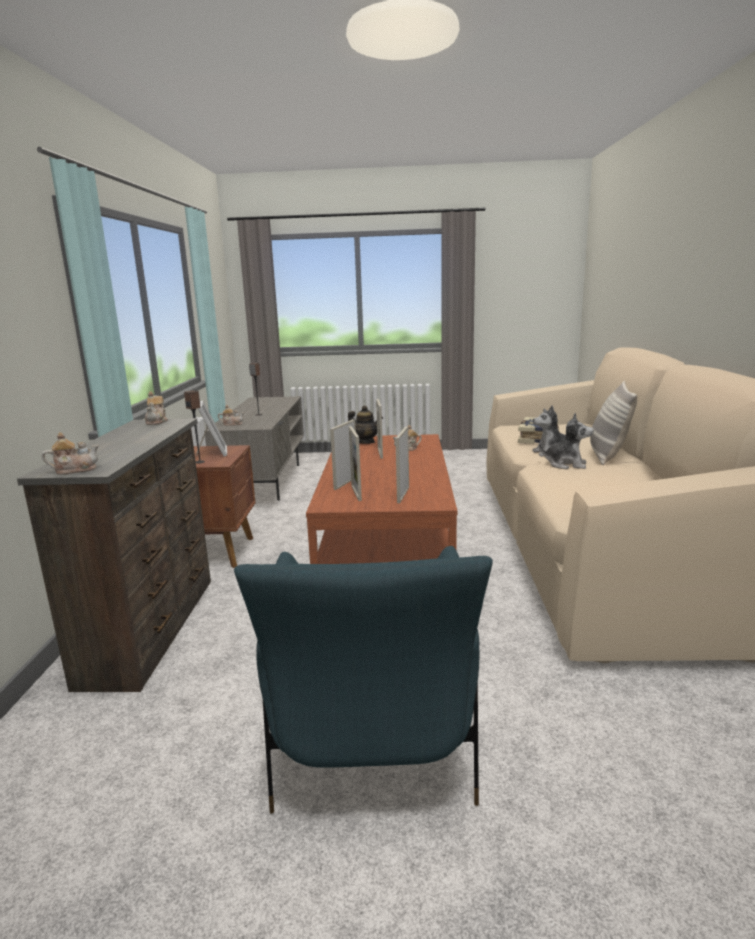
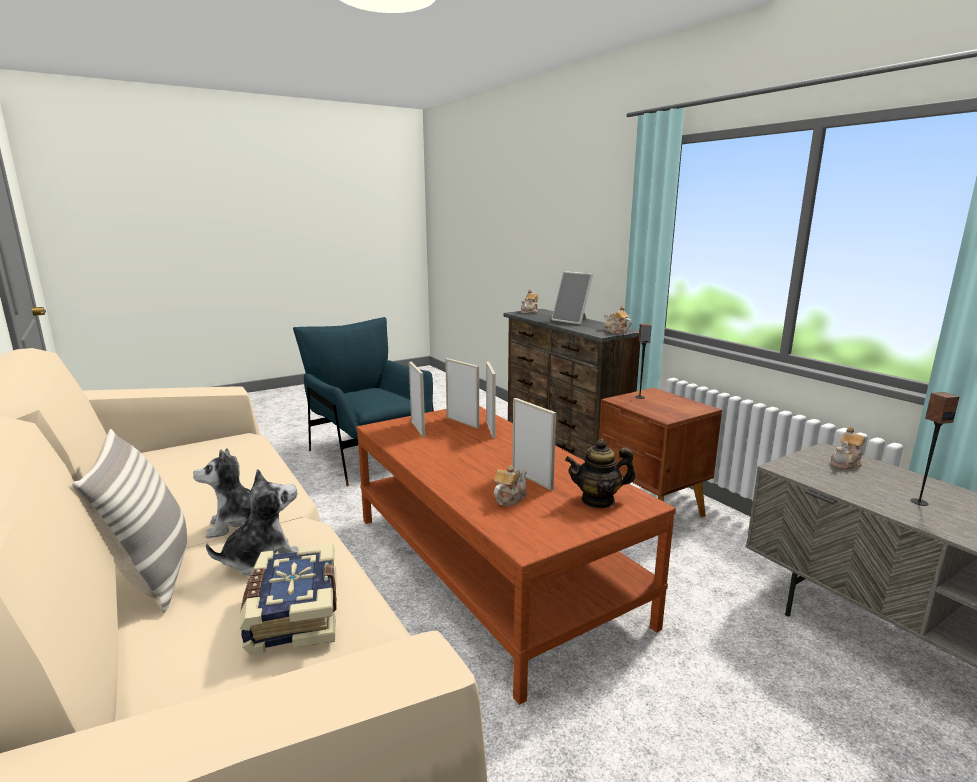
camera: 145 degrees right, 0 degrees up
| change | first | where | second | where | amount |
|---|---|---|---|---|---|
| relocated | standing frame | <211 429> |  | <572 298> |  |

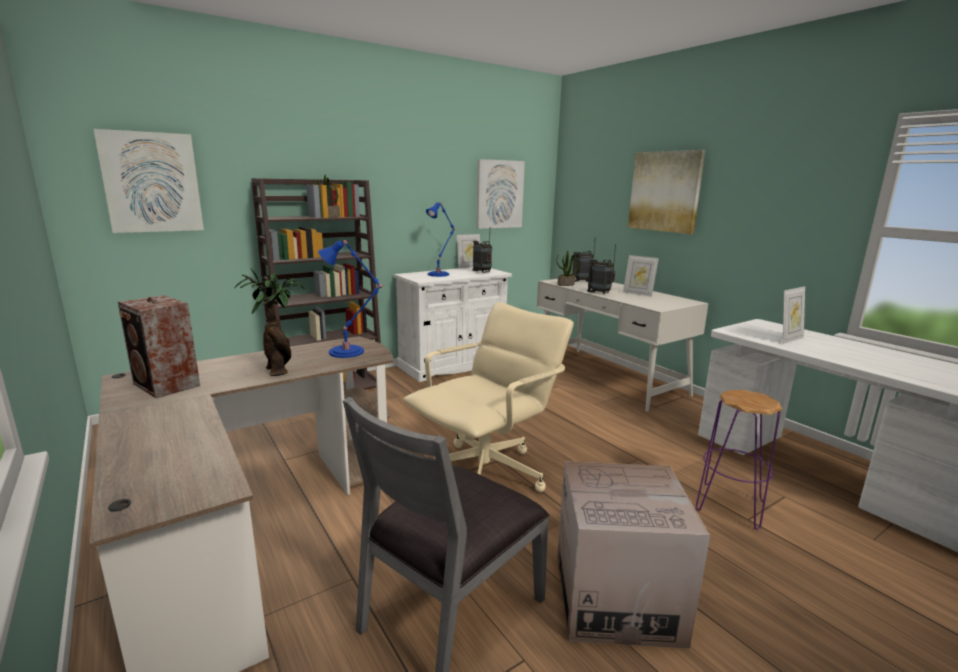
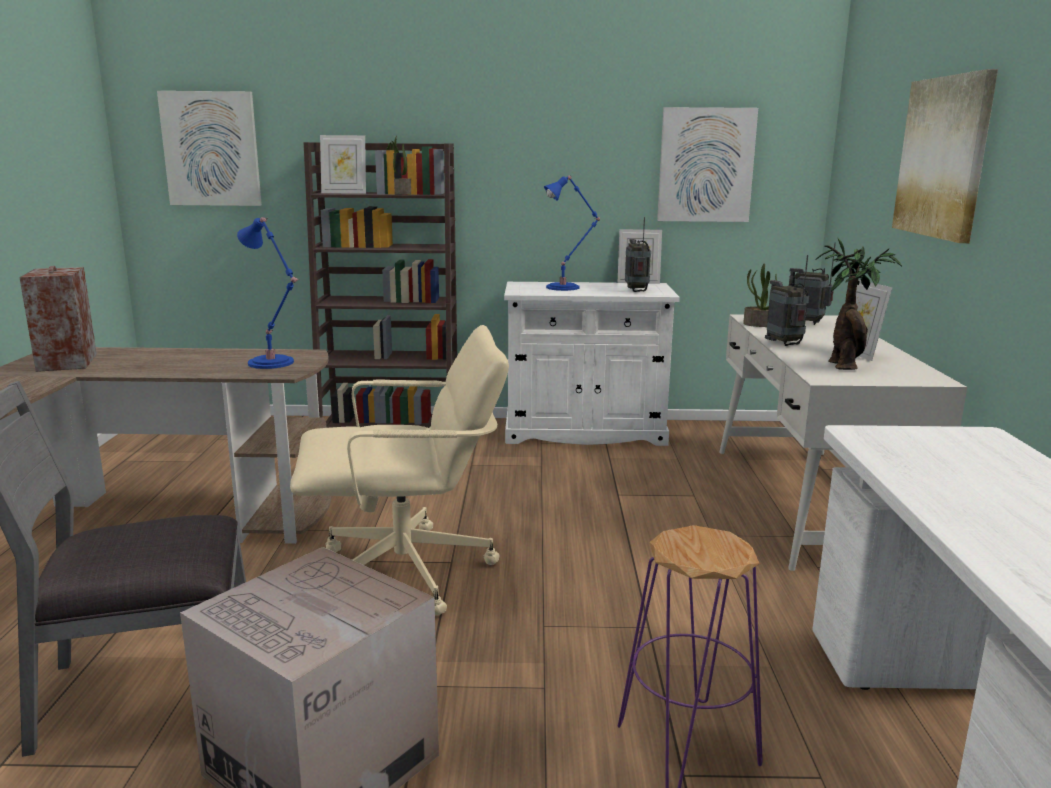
camera: 35 degrees right, 0 degrees up
| change | first | where | second | where | amount |
|---|---|---|---|---|---|
| relocated | houseplant | <269 322> |  | <858 304> |  |
| relocated | standing frame | <794 315> |  | <343 164> |  |

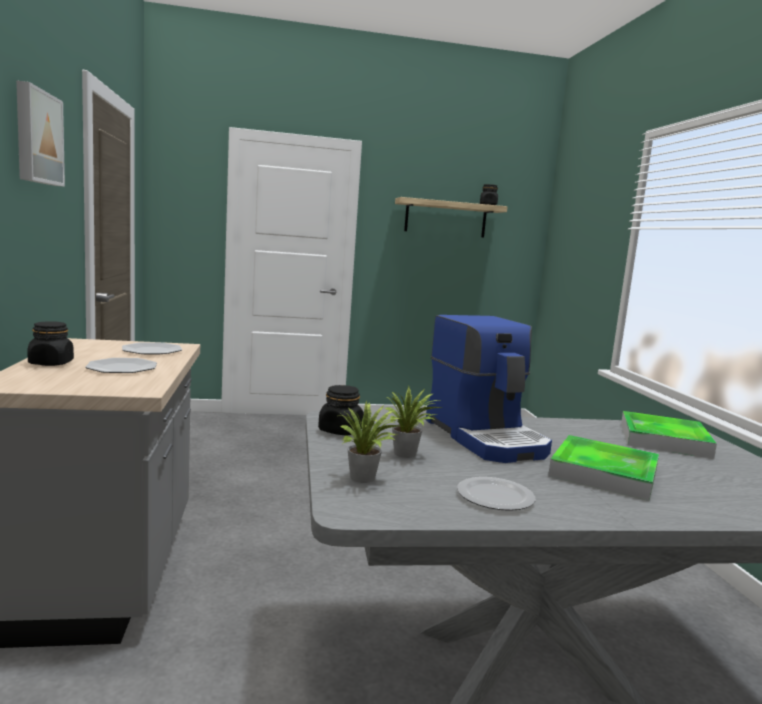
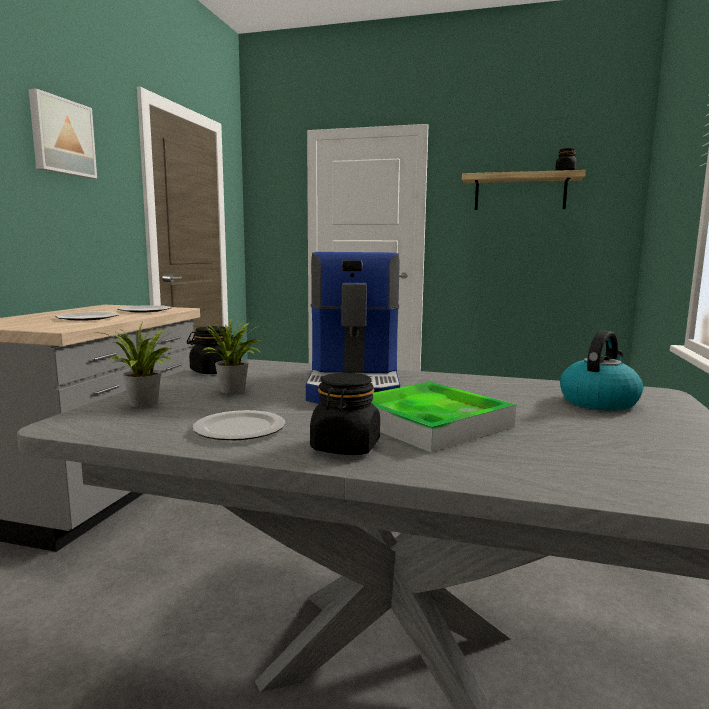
camera: 25 degrees right, 0 degrees up
| change | first | where | second | where | amount |
|---|---|---|---|---|---|
| relocated | storage jar/black | <50 343> |  | <345 414> |  |
| exchanged | serving tray | <669 435> | tea kettle | <601 371> |  |

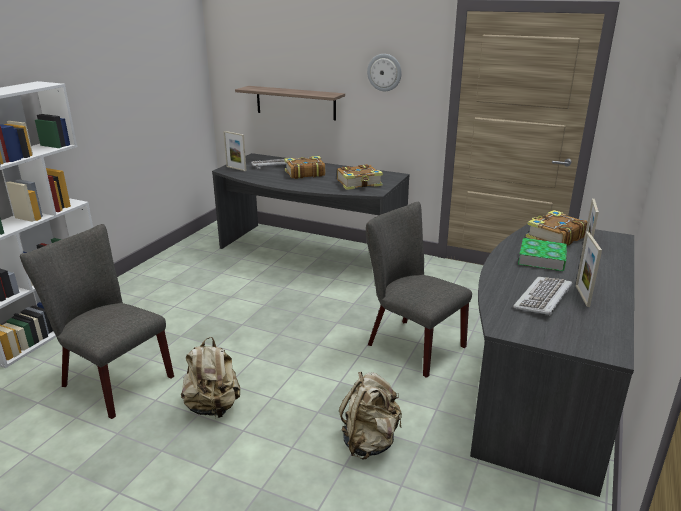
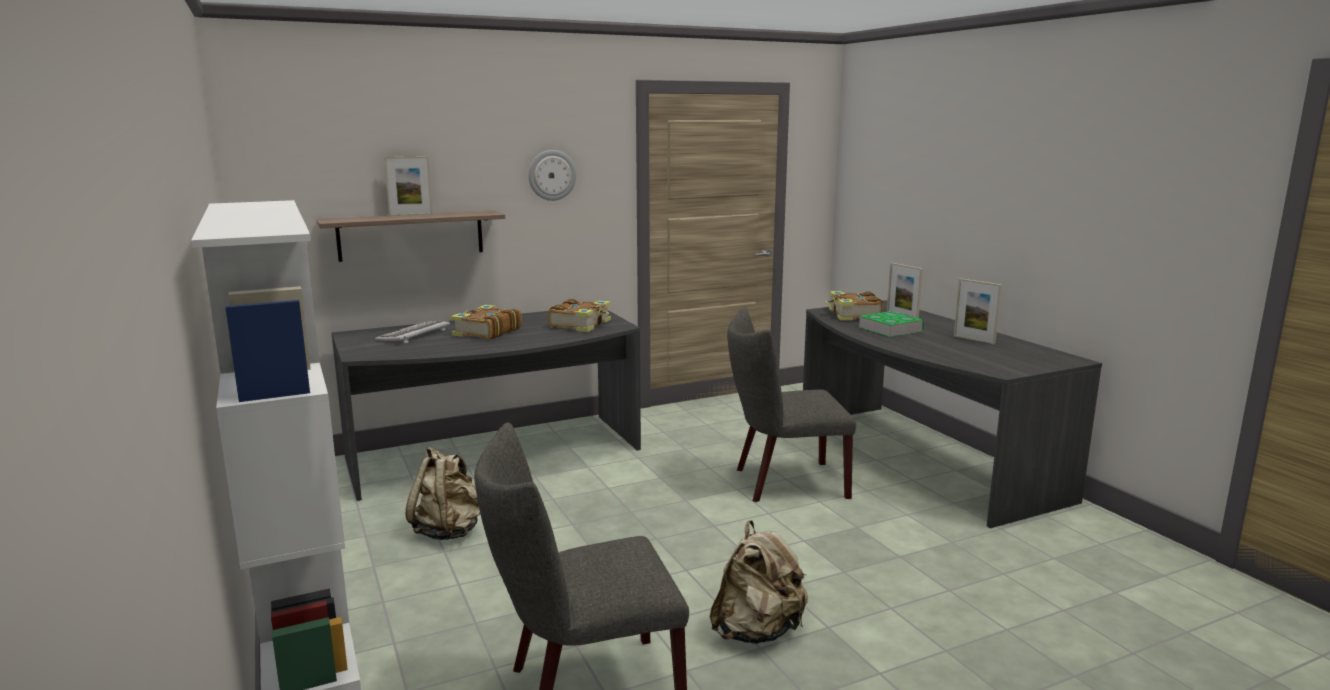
camera: 50 degrees left, 10 degrees down
| change | first | where | second | where | amount |
|---|---|---|---|---|---|
| missing | PC keyboard | <542 296> |  |  |  |
| relocated | standing frame | <235 151> |  | <408 186> |  |
| relocated | backpack/beige | <370 415> |  | <443 493> |  |

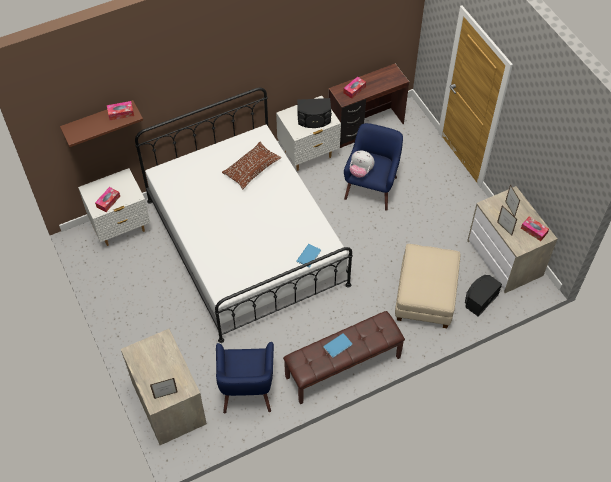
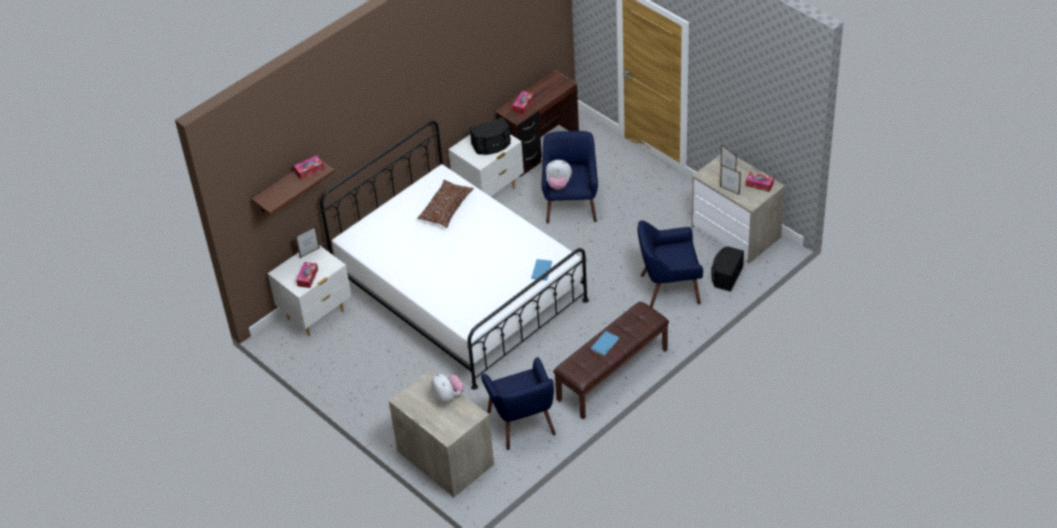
camera: 15 degrees left, 10 degrees down
| change | first | where | second | where | amount |
|---|---|---|---|---|---|
| appeared |  |  | soft toy | <447 388> |  |
| relocated | standing frame | <164 388> |  | <307 242> |  |
| exchanged | pouffe/beige | <427 286> | lounge chair/blue | <670 264> |  |

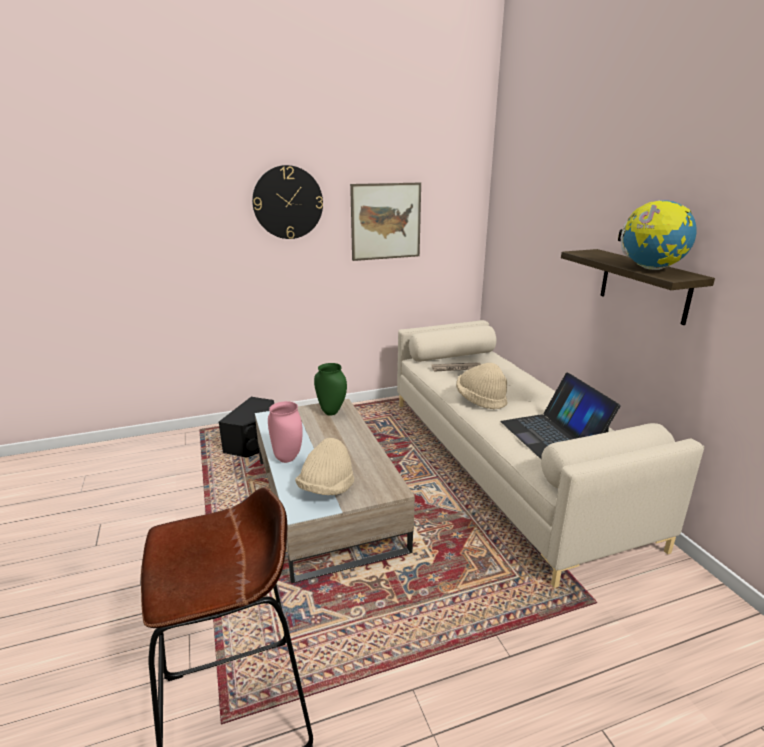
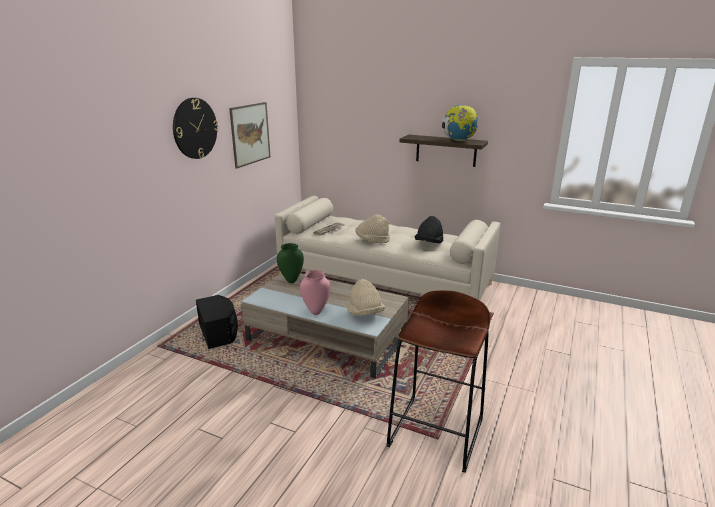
camera: 45 degrees left, 0 degrees up
| change | first | where | second | where | amount |
|---|---|---|---|---|---|
| exchanged | portable computer | <560 416> | hat/black | <429 230> |  |

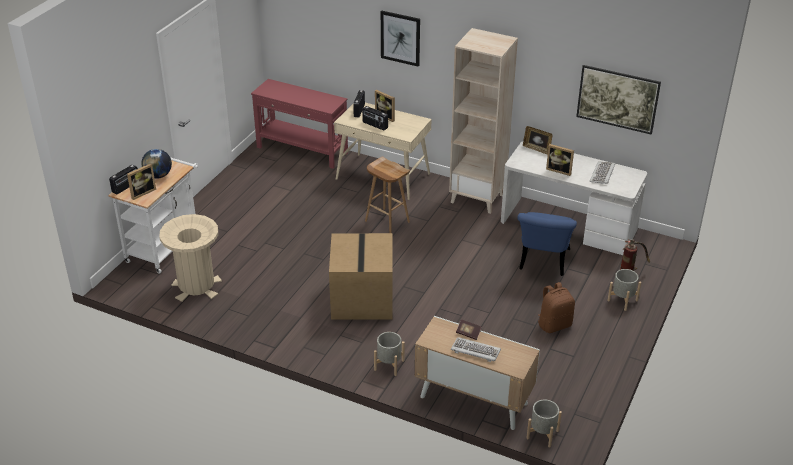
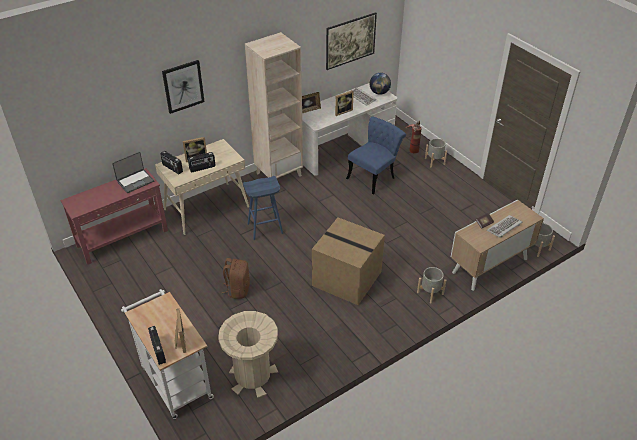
camera: 60 degrees left, 5 degrees up
| change | first | where | second | where | amount |
|---|---|---|---|---|---|
| appeared |  |  | portable computer | <133 172> |  |
| relocated | desk globe | <156 164> |  | <380 84> |  |
| relocated | backpack/brown-coloured | <556 307> |  | <235 278> |  |
| colour | stool/brown-coloured | <387 195> | stool/blue | <263 208> |  |
| spun | plain chair/blue | <547 244> |  | <376 156> | 90 degrees counterclockwise |

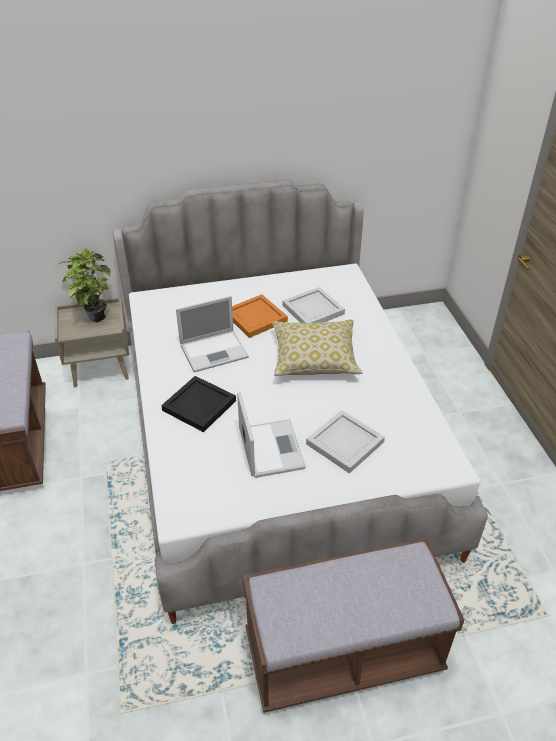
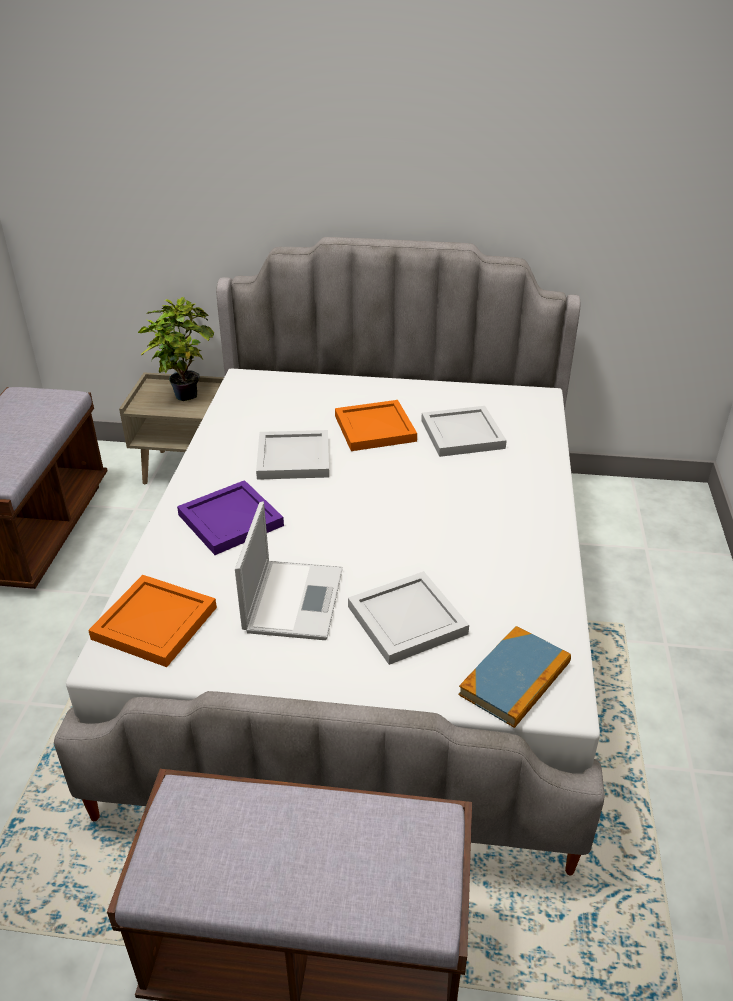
camera: 20 degrees right, 5 degrees down
| change | first | where | second | where | amount |
|---|---|---|---|---|---|
| missing | pillow | <317 347> |  |  |  |
| appeared |  |  | serving tray/orange-coloured | <152 621> |  |
| appeared |  |  | bound book | <514 677> |  |
| exchanged | portable computer | <212 334> | serving tray/white | <292 455> |  |
| colour | serving tray/black | <198 404> | serving tray/purple | <230 517> |  |

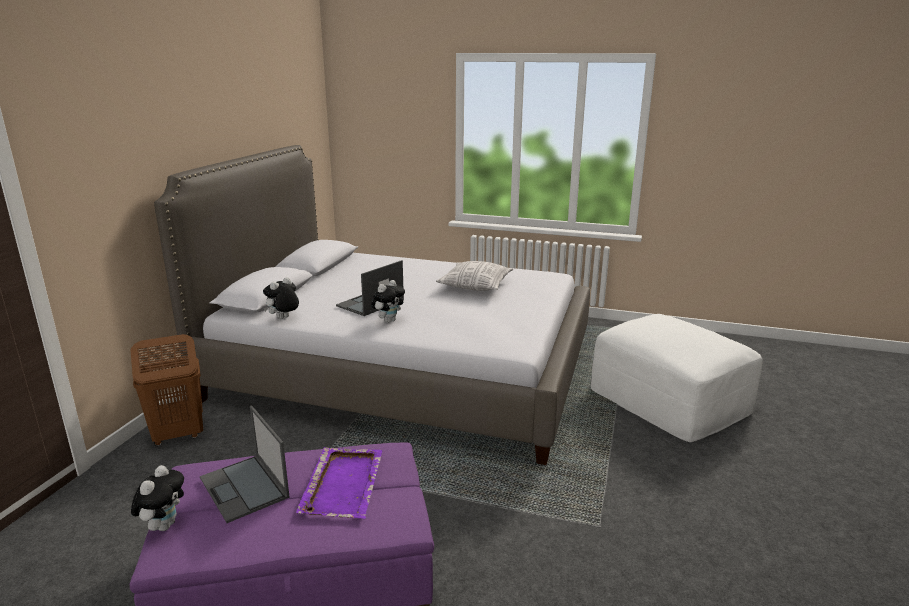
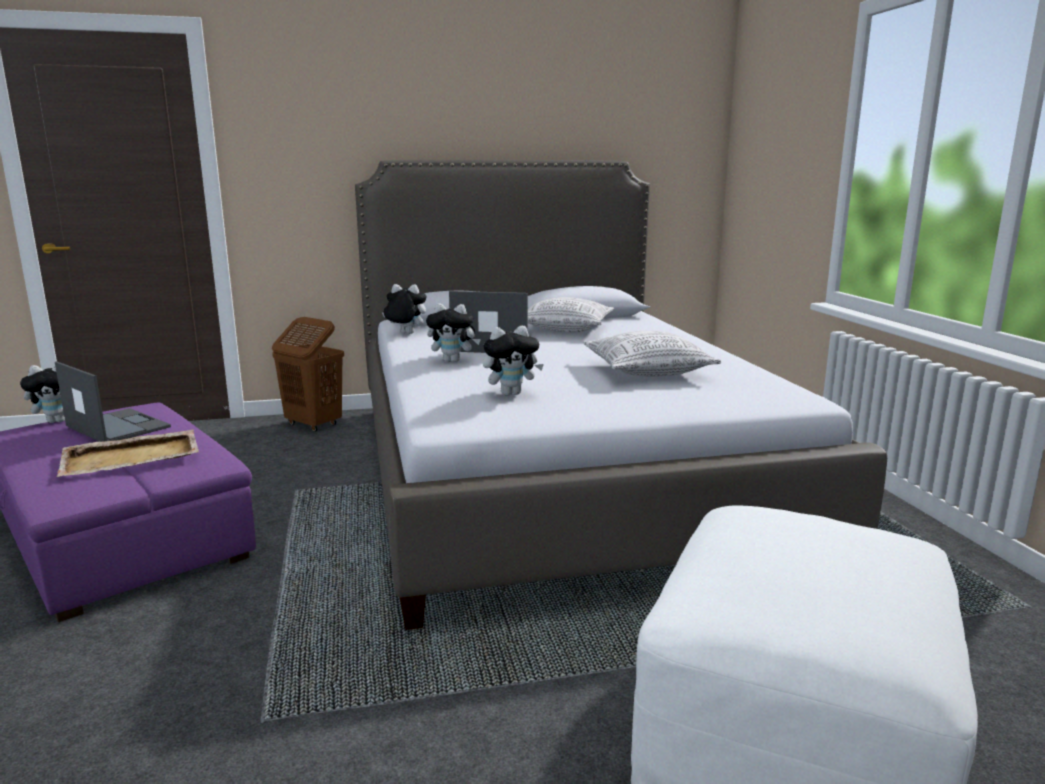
camera: 60 degrees right, 5 degrees down
| change | first | where | second | where | amount |
|---|---|---|---|---|---|
| appeared |  |  | soft toy | <513 361> |  |
| appeared |  |  | pillow | <571 315> |  |
| colour | serving tray/purple | <339 483> | serving tray/beige | <127 453> |  |
| spun | portable computer | <244 464> |  | <113 401> | 105 degrees clockwise |

